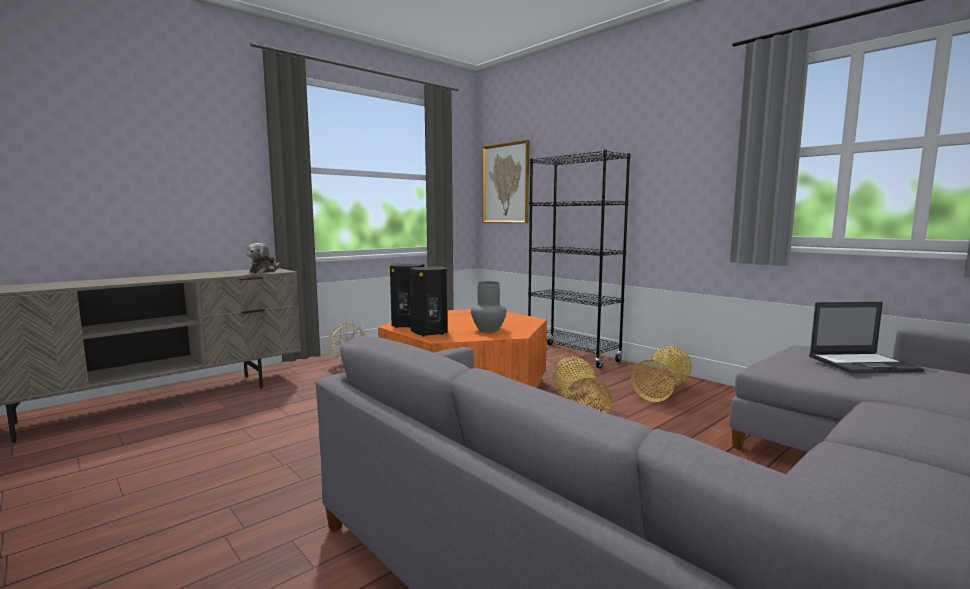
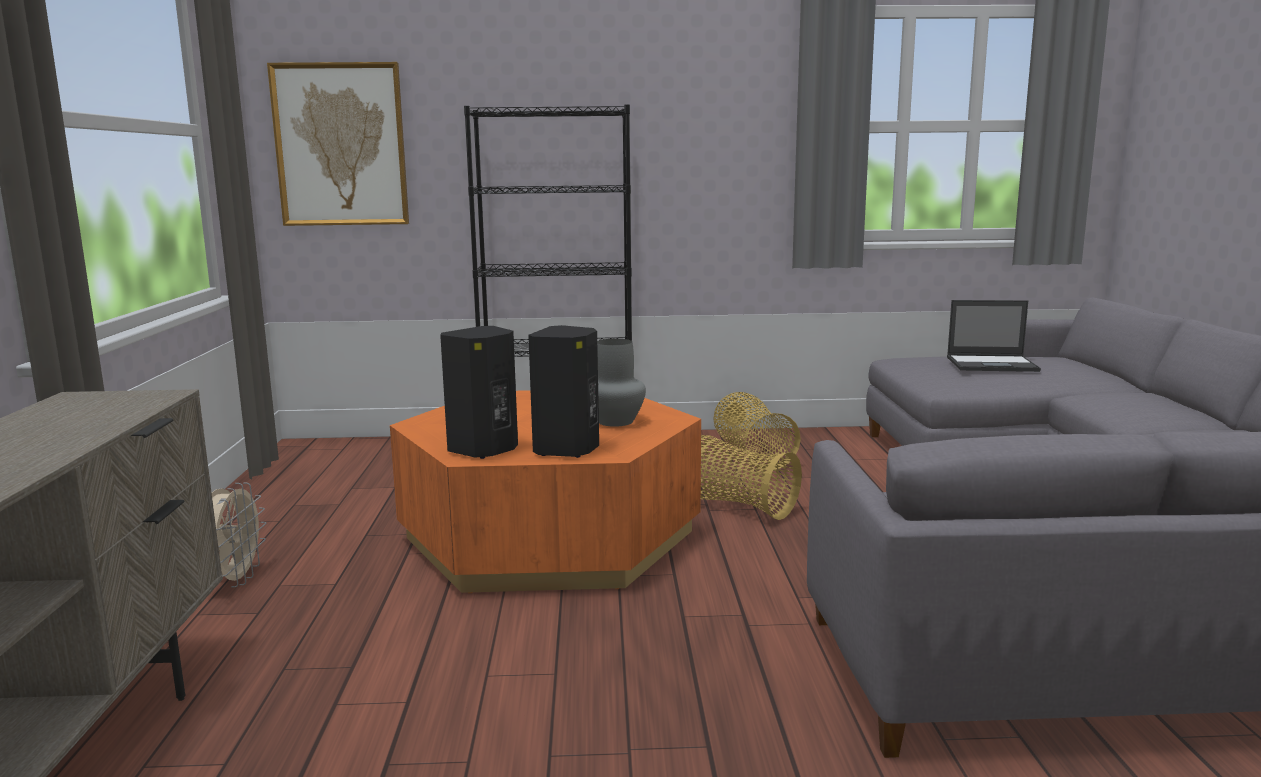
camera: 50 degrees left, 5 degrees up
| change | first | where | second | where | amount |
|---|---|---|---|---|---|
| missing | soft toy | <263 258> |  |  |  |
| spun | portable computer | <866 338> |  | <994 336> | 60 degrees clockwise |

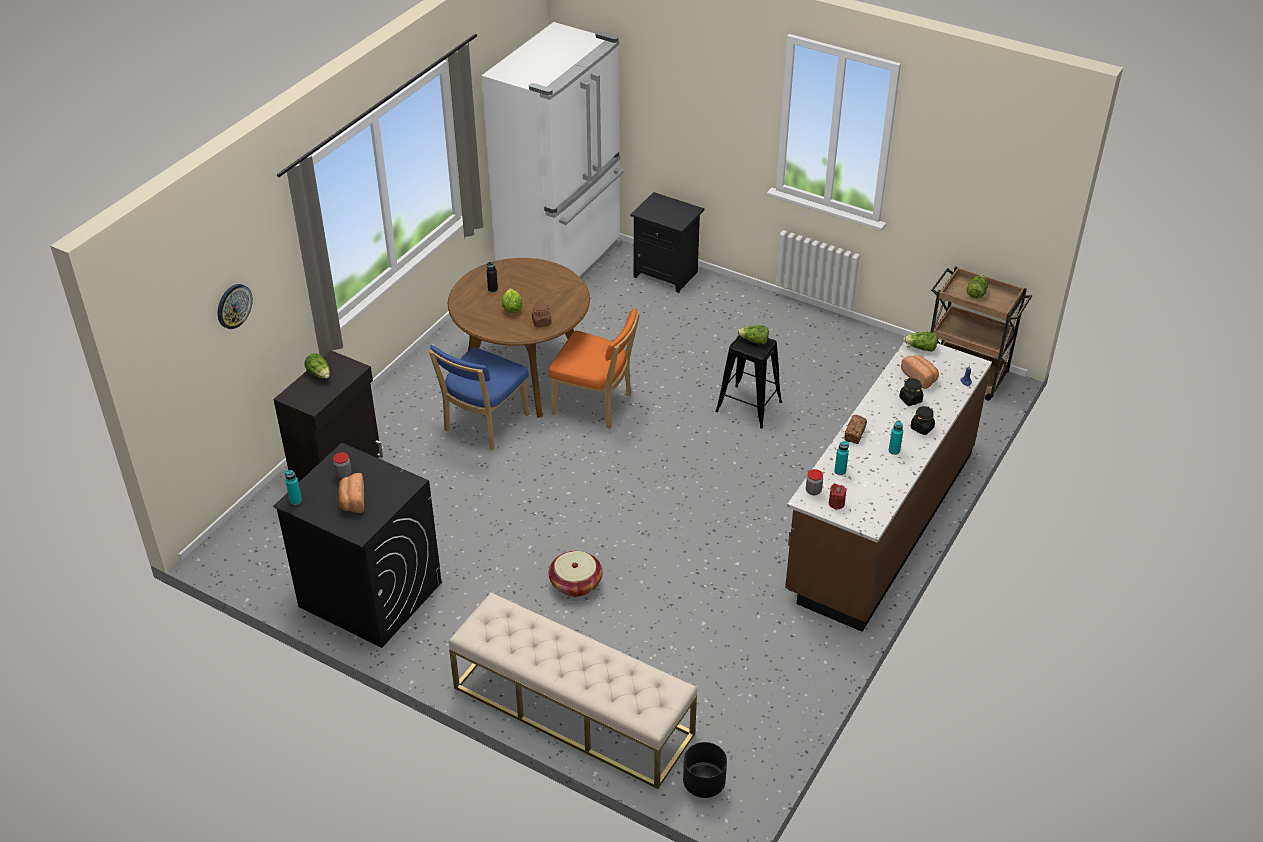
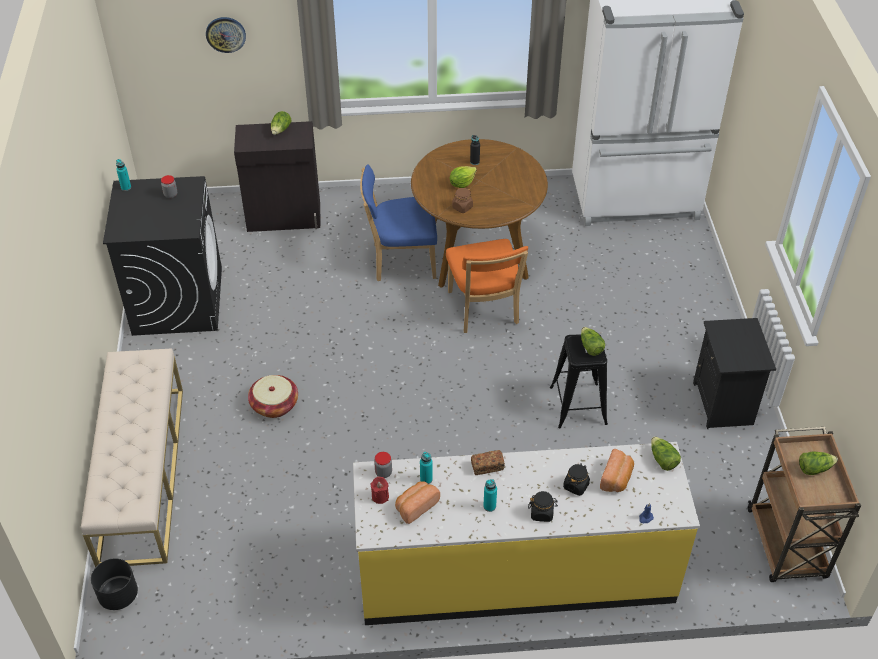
camera: 55 degrees right, 5 degrees up
| change | first | where | second | where | amount |
|---|---|---|---|---|---|
| relocated | baked bread | <351 493> |  | <417 502> |  |
| relocated | nightstand/black | <667 242> |  | <734 373> |  |
| colour | kitchen base unit/brown-coloured | <888 483> | kitchen base unit/yellow-coloured | <526 533> |  |

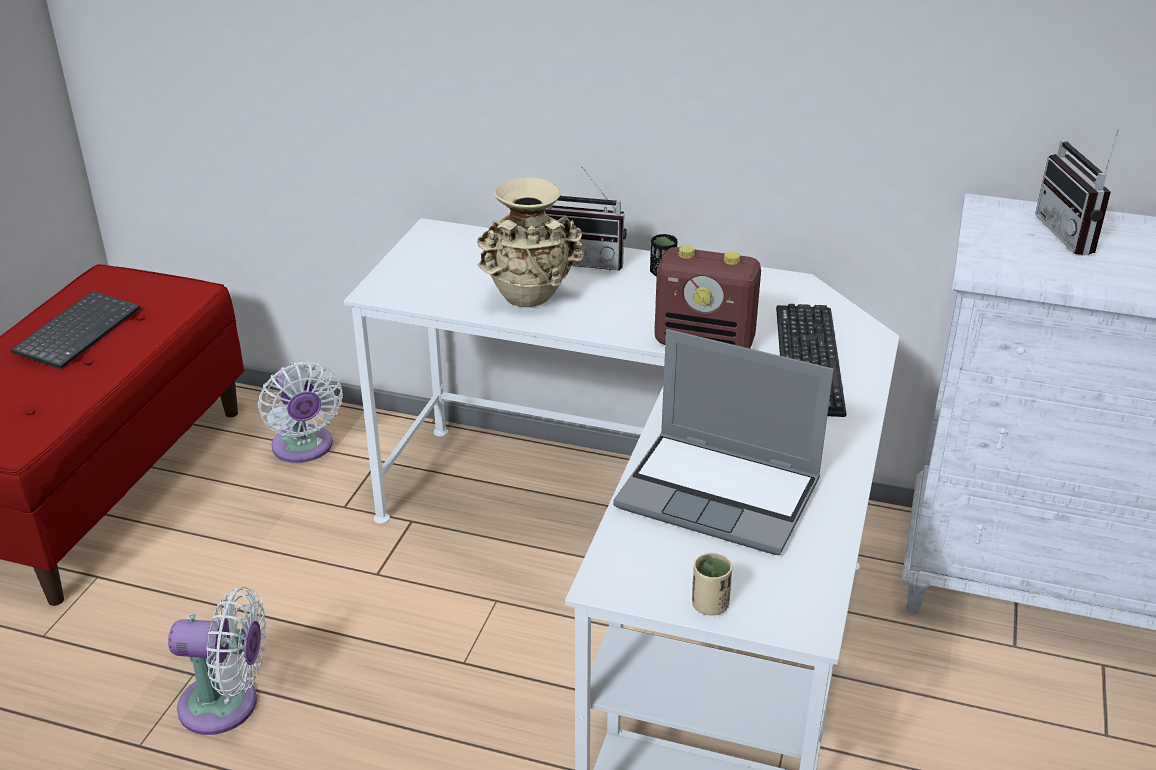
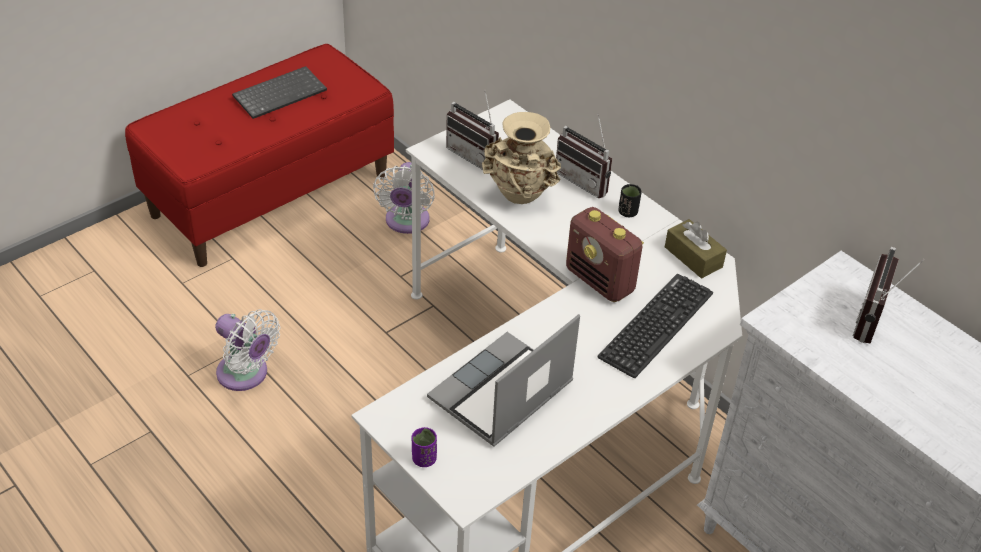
camera: 30 degrees right, 10 degrees up
| change | first | where | second | where | amount |
|---|---|---|---|---|---|
| appeared |  |  | radio | <472 129> |  |
| appeared |  |  | tissue box/brown-coloured | <696 248> |  |
| colour | cup/beige | <712 584> | cup/purple | <424 447> |  |
| spun | portable computer | <723 442> |  | <503 380> | 75 degrees clockwise |

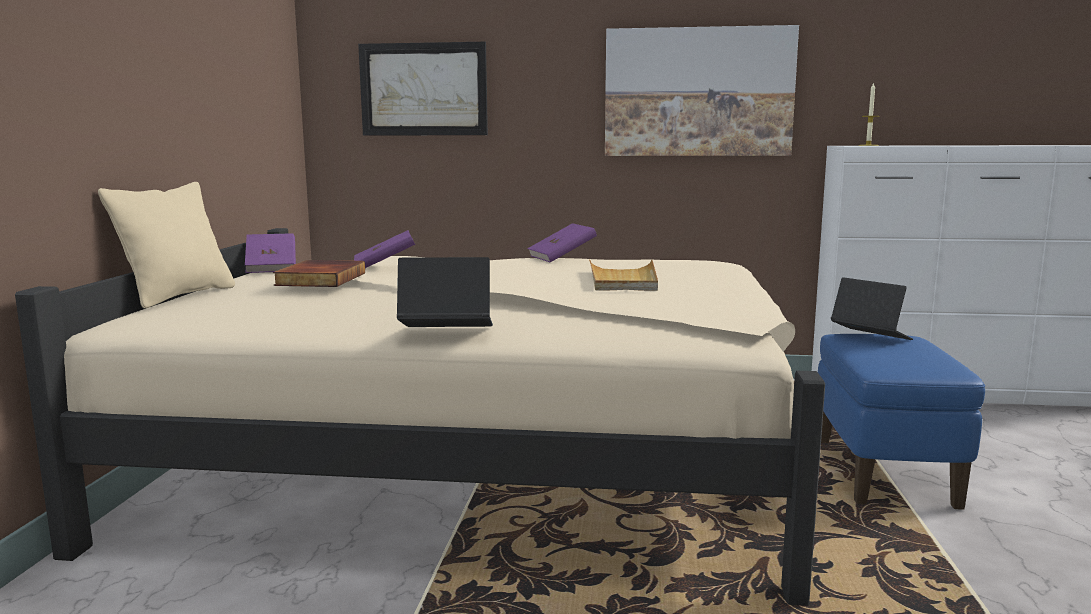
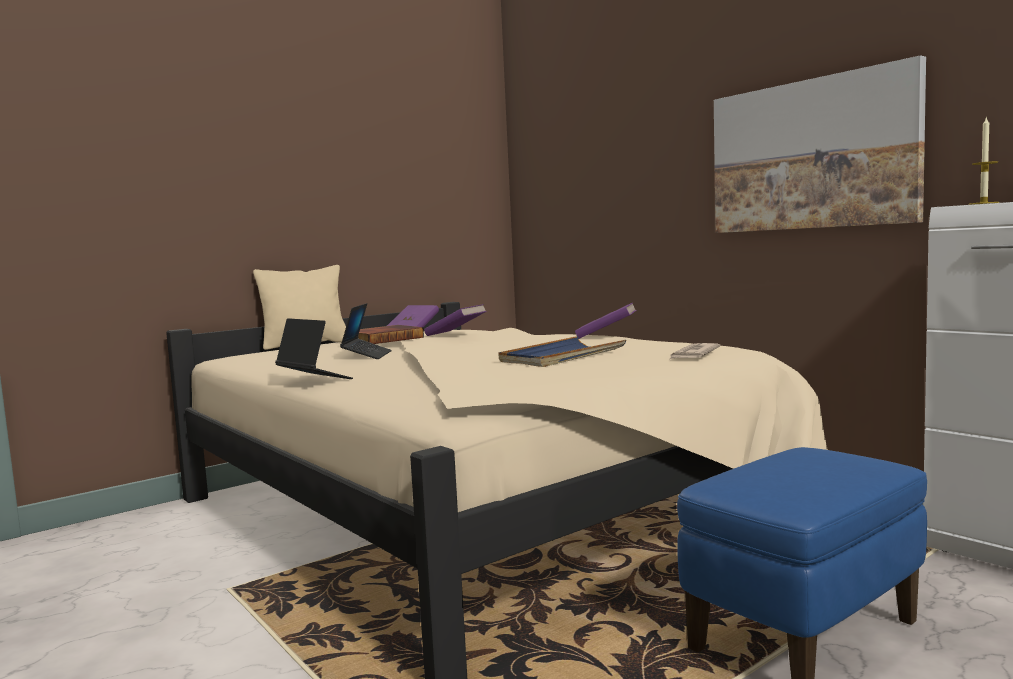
camera: 45 degrees right, 5 degrees down
| change | first | where | second | where | amount |
|---|---|---|---|---|---|
| missing | wall picture | <423 89> |  |  |  |
| appeared |  |  | daily paper | <695 351> |  |
| relocated | portable computer | <872 308> |  | <366 331> |  |
| colour | serving tray/beige | <623 275> | serving tray/blue | <562 351> |  |

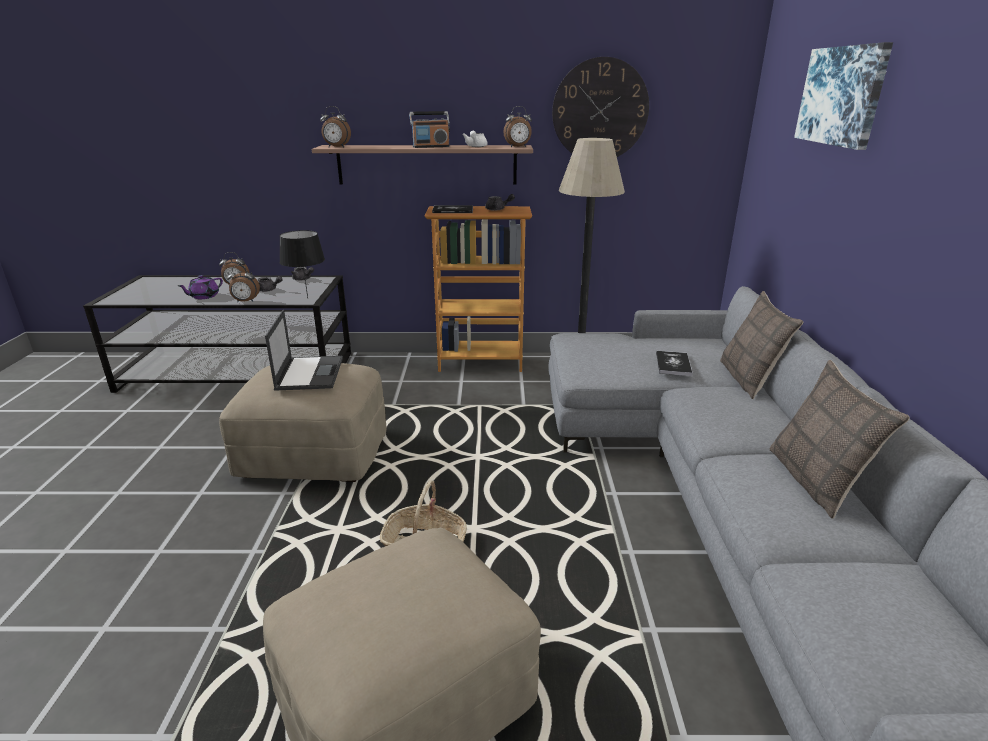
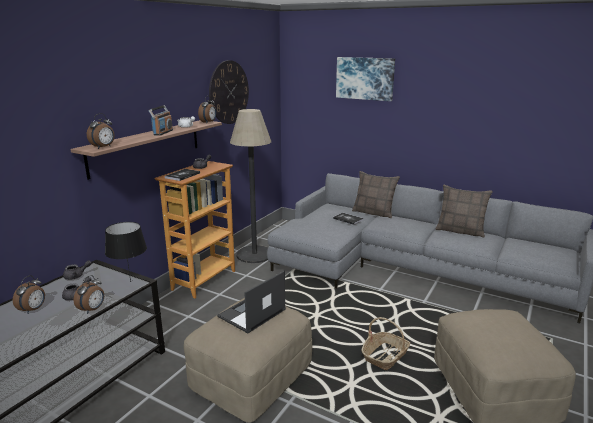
camera: 60 degrees left, 5 degrees down
| change | first | where | second | where | amount |
|---|---|---|---|---|---|
| missing | teapot/purple | <200 287> |  |  |  |
| spun | portable computer | <304 350> |  | <251 302> | 75 degrees counterclockwise |

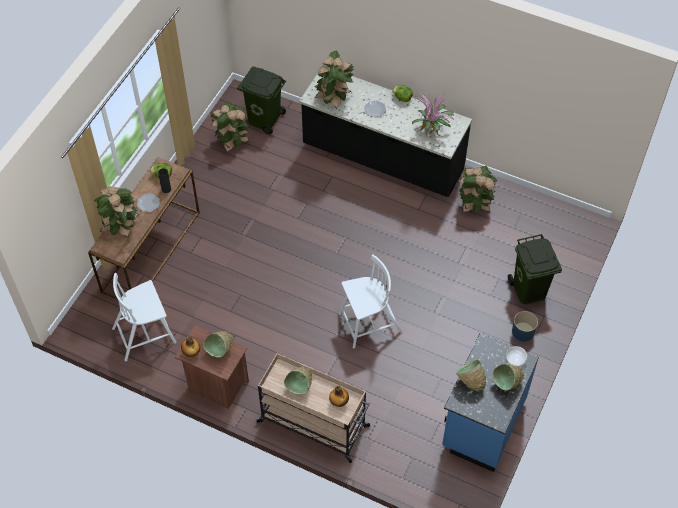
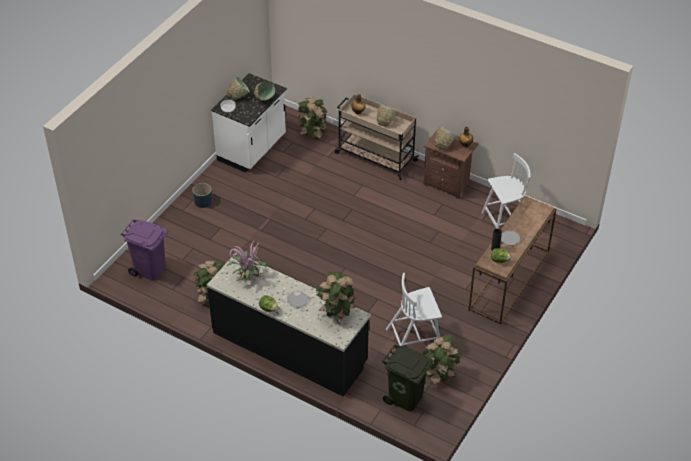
camera: 175 degrees left, 10 degrees down
| change | first | where | second | where | amount |
|---|---|---|---|---|---|
| missing | trash can/green-coloured | <535 269> |  |  |  |
| appeared |  |  | trash can/purple | <144 250> |  |
| relocated | houseplant | <116 211> |  | <312 118> |  |
| relocated | plain chair/white | <371 301> |  | <414 309> |  |
| colour | kitchen base unit/blue | <490 403> | kitchen base unit/white | <249 123> |  |

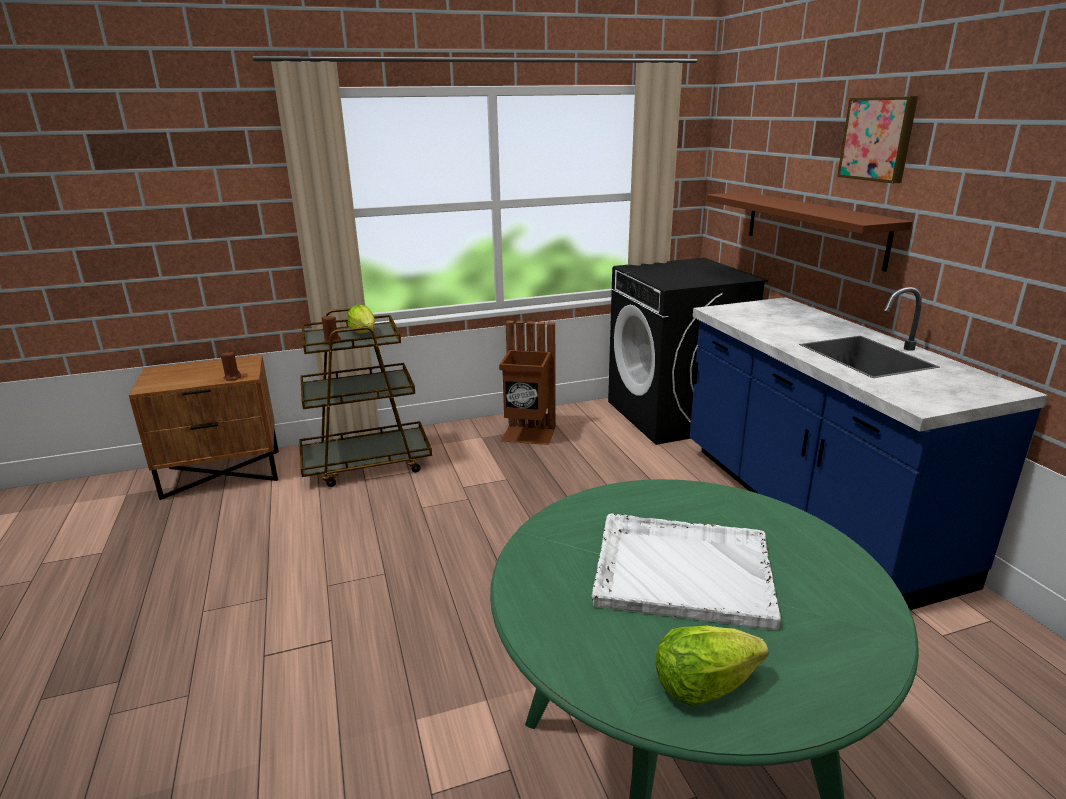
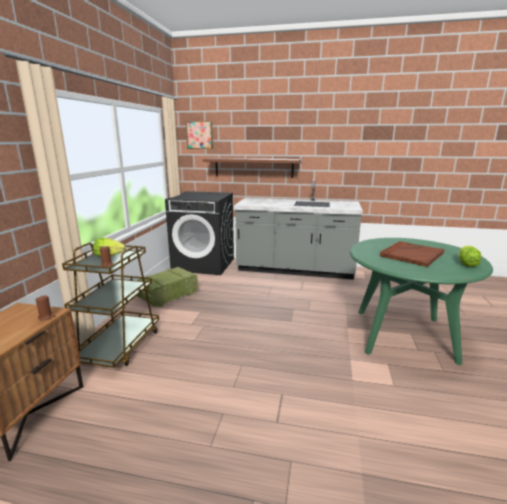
camera: 60 degrees left, 5 degrees down
| change | first | where | second | where | amount |
|---|---|---|---|---|---|
| relocated | wall picture | <877 140> |  | <199 135> |  |
| exchanged | trash can/brown-coloured | <527 383> | shipping crate | <167 287> |  |
| colour | serving tray/white | <686 572> | serving tray/brown-coloured | <412 254> |  |
| colour | kitchen base unit/blue | <869 448> | kitchen base unit/grey | <298 229> |  |

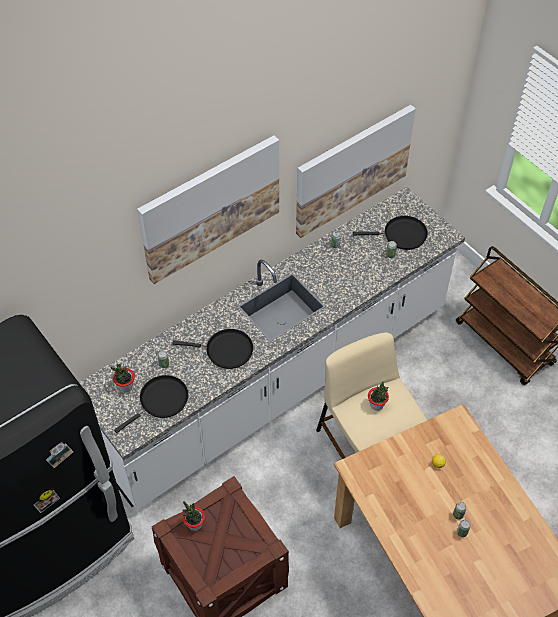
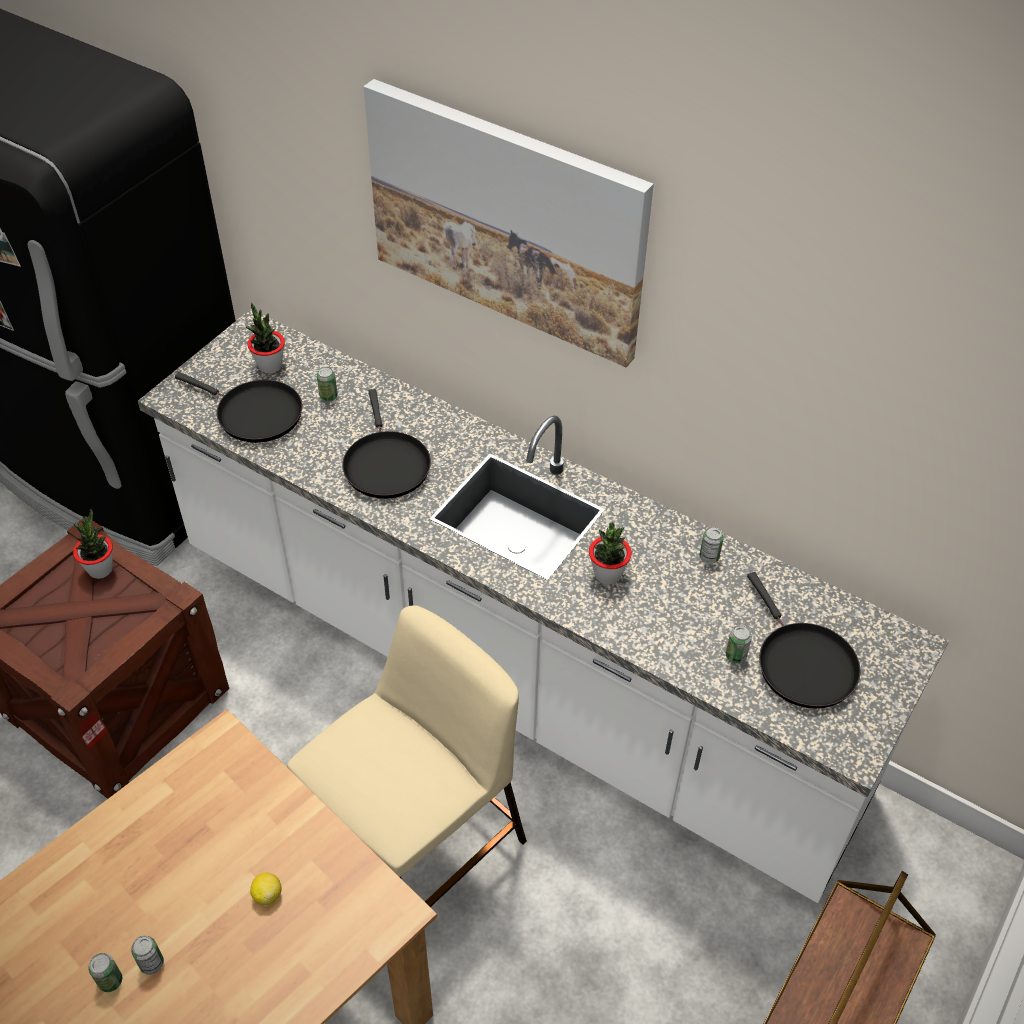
camera: 70 degrees right, 5 degrees down
| change | first | where | second | where | amount |
|---|---|---|---|---|---|
| missing | wall picture | <356 171> |  |  |  |
| relocated | houseplant | <378 396> |  | <610 553> |  |

